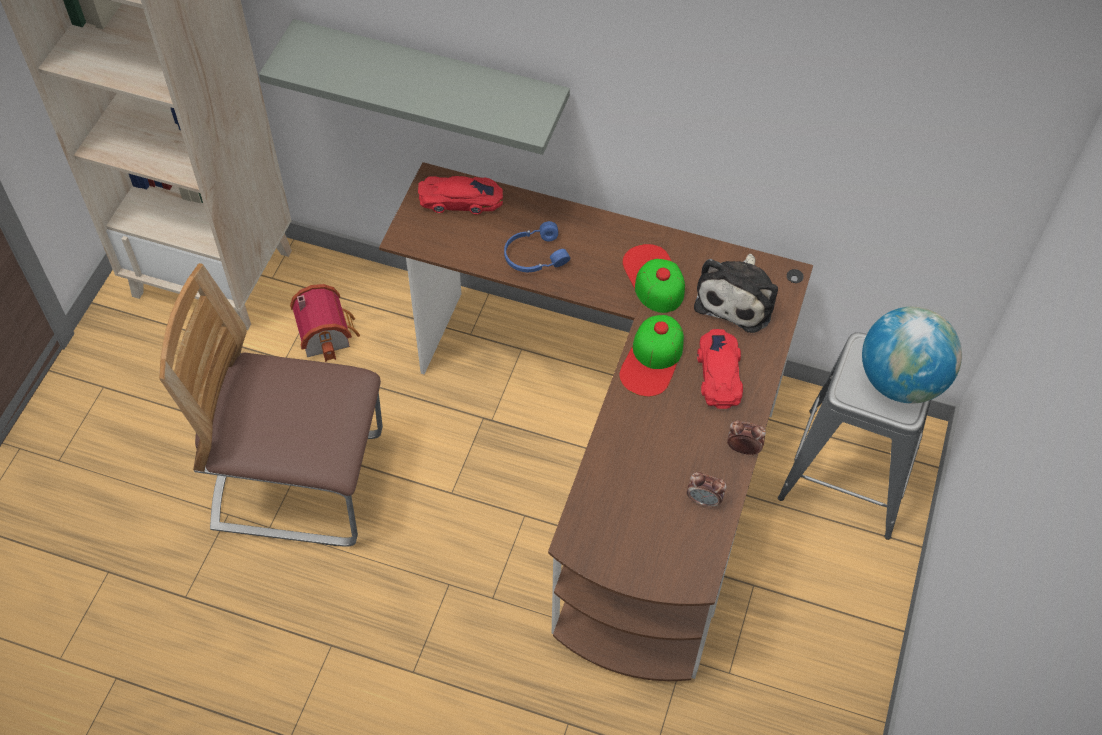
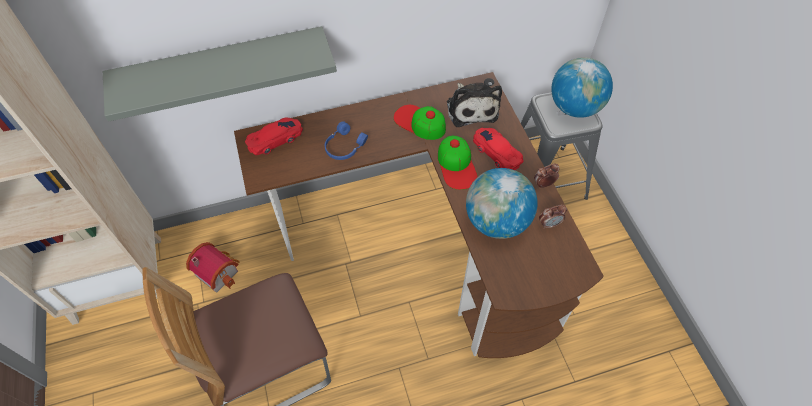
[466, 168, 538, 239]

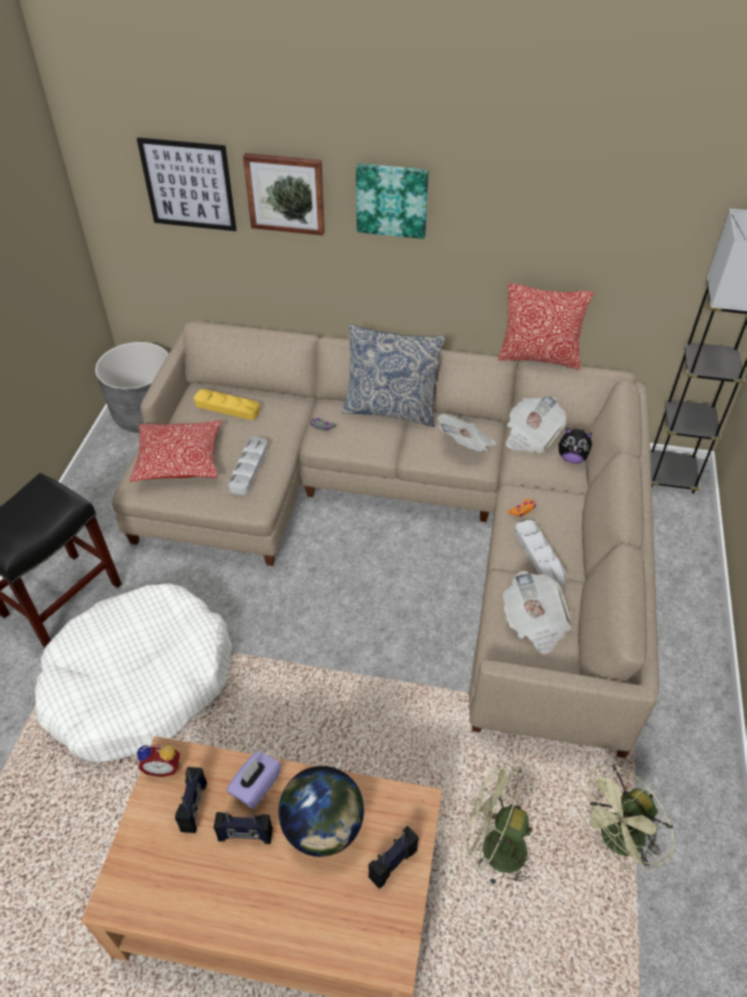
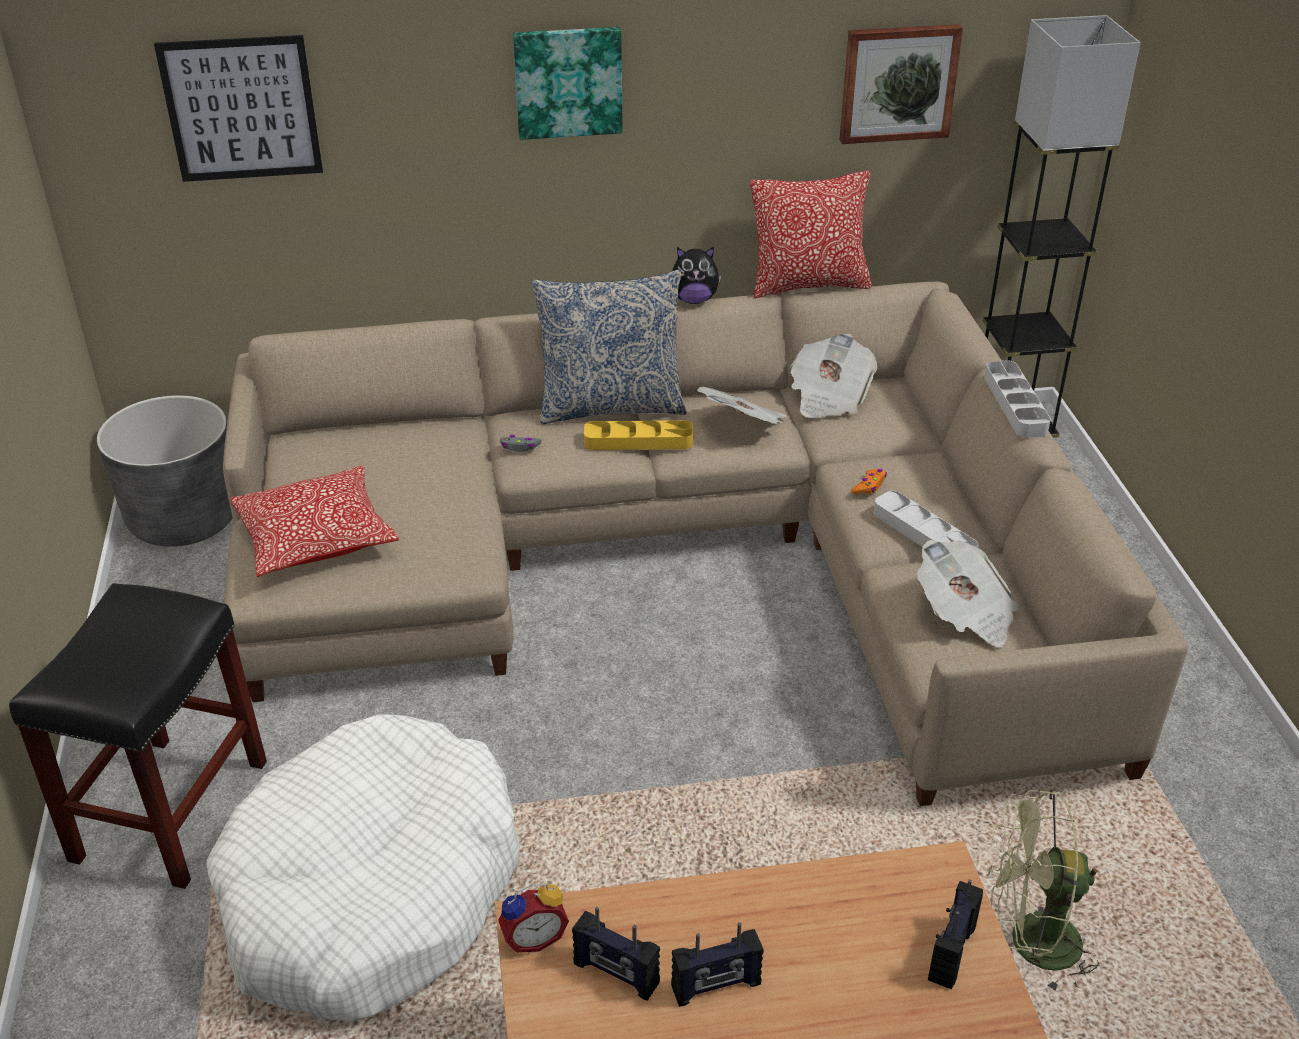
[572, 907, 660, 1001]
[584, 420, 693, 450]
[227, 751, 281, 809] (first image)
[984, 360, 1051, 438]
[839, 24, 963, 144]
[278, 766, 364, 857] (first image)
[672, 247, 722, 304]
[576, 764, 674, 873] (first image)

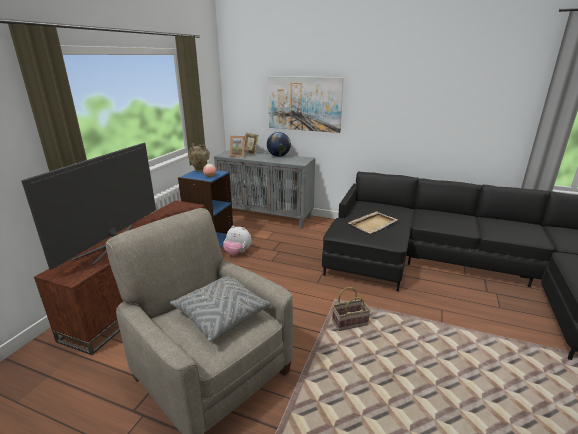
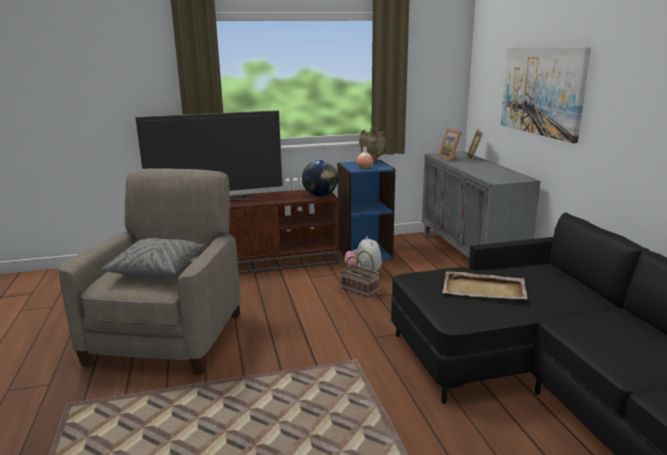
[302, 160, 338, 196]
[341, 250, 379, 297]

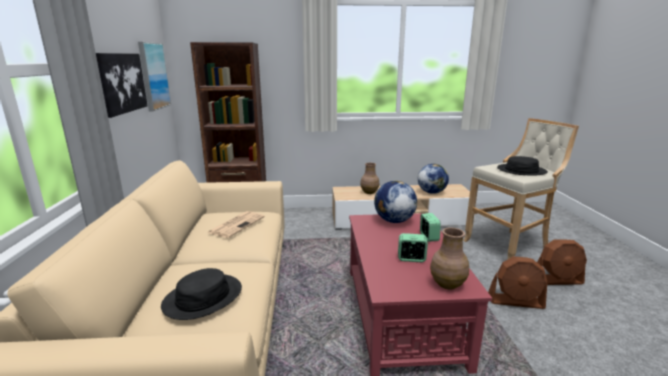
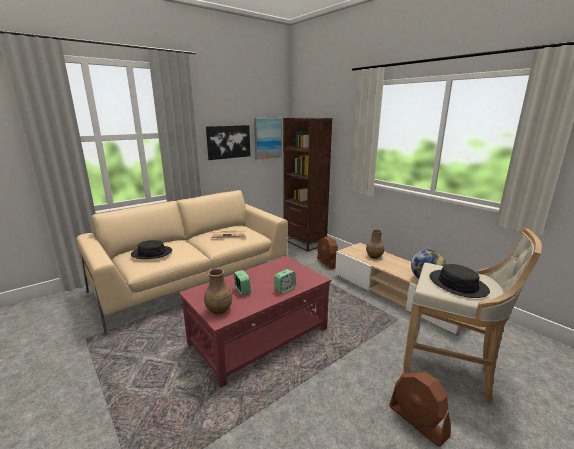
[374, 181, 417, 223] (first image)
[317, 237, 338, 269]

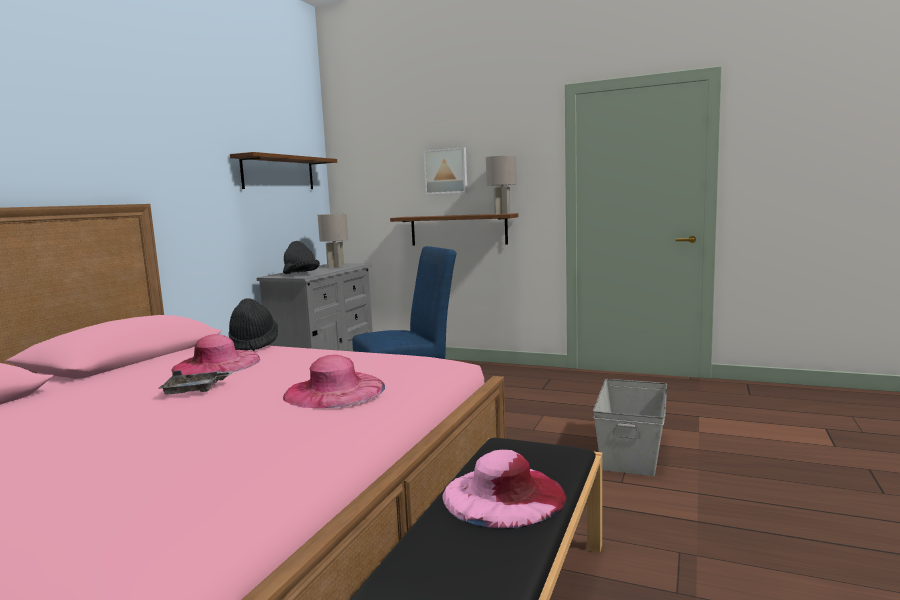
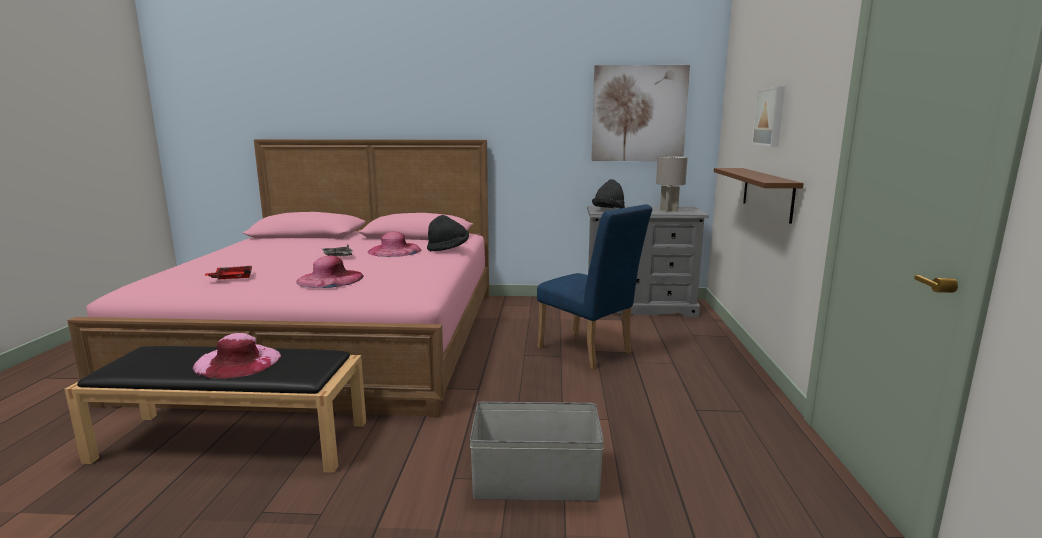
[591, 65, 690, 161]
[486, 155, 517, 214] (first image)
[205, 266, 252, 280]

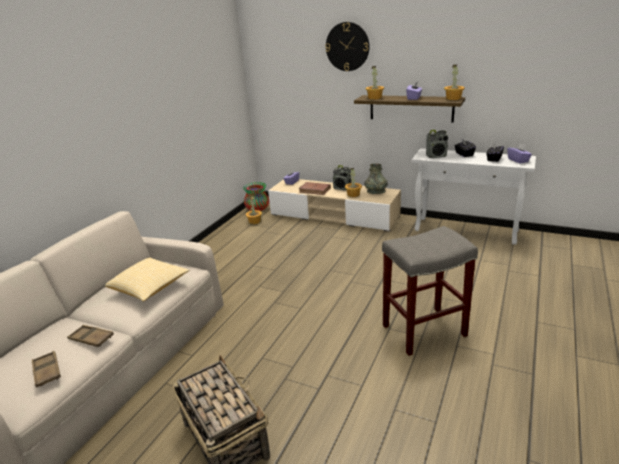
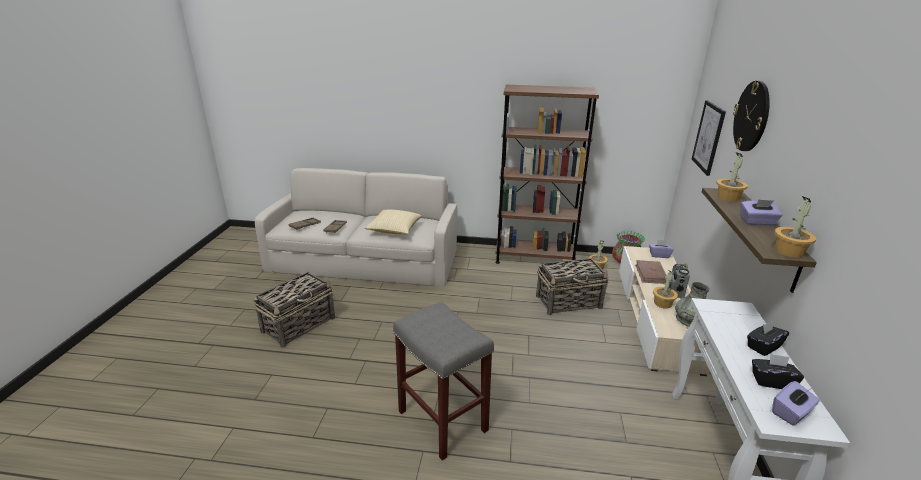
[426, 130, 448, 158] (first image)
[495, 85, 599, 264]
[536, 258, 609, 315]
[692, 100, 726, 176]

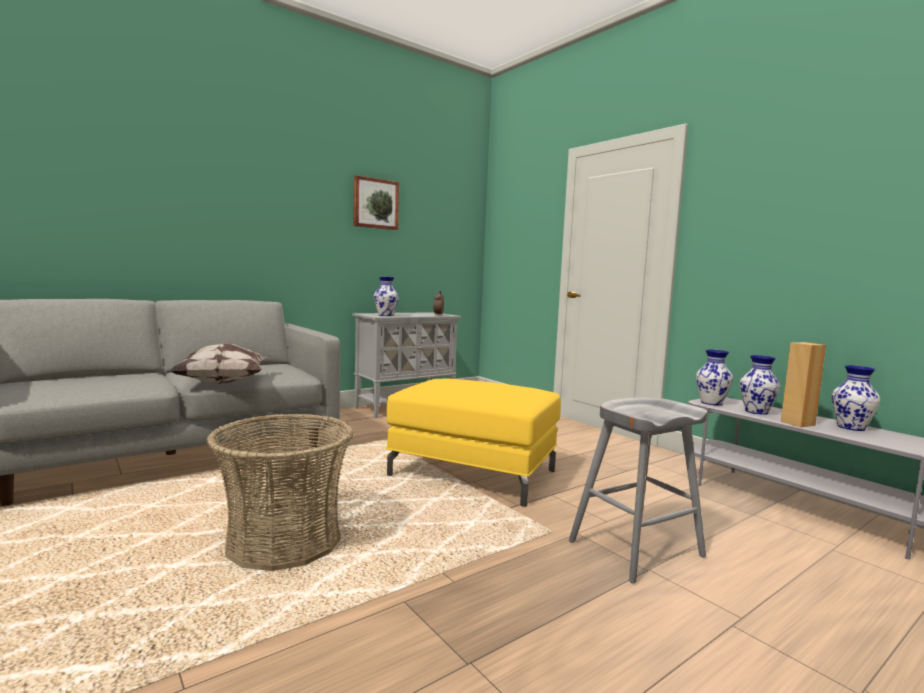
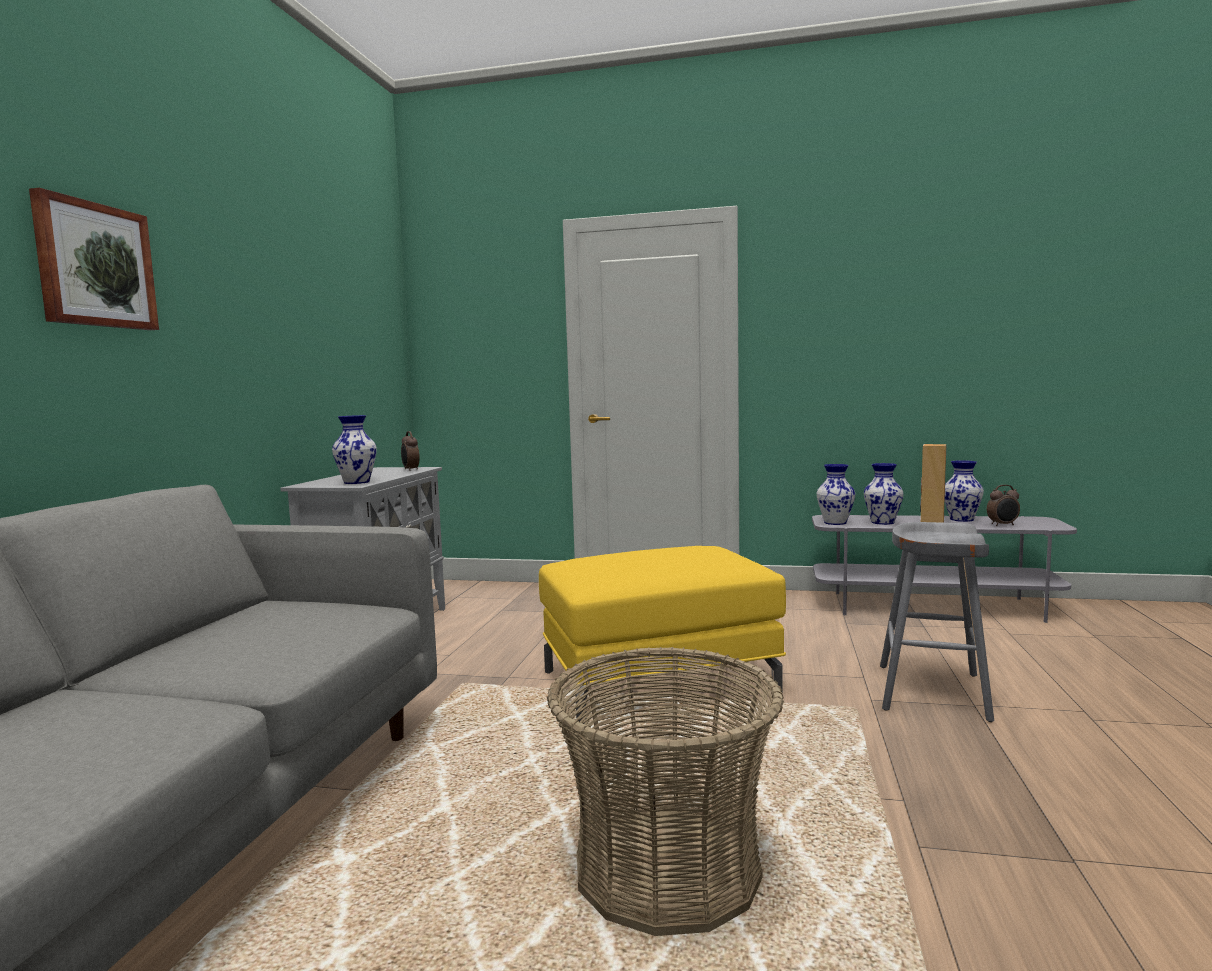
[170, 344, 271, 384] (first image)
[29, 188, 159, 330]
[987, 485, 1020, 526]

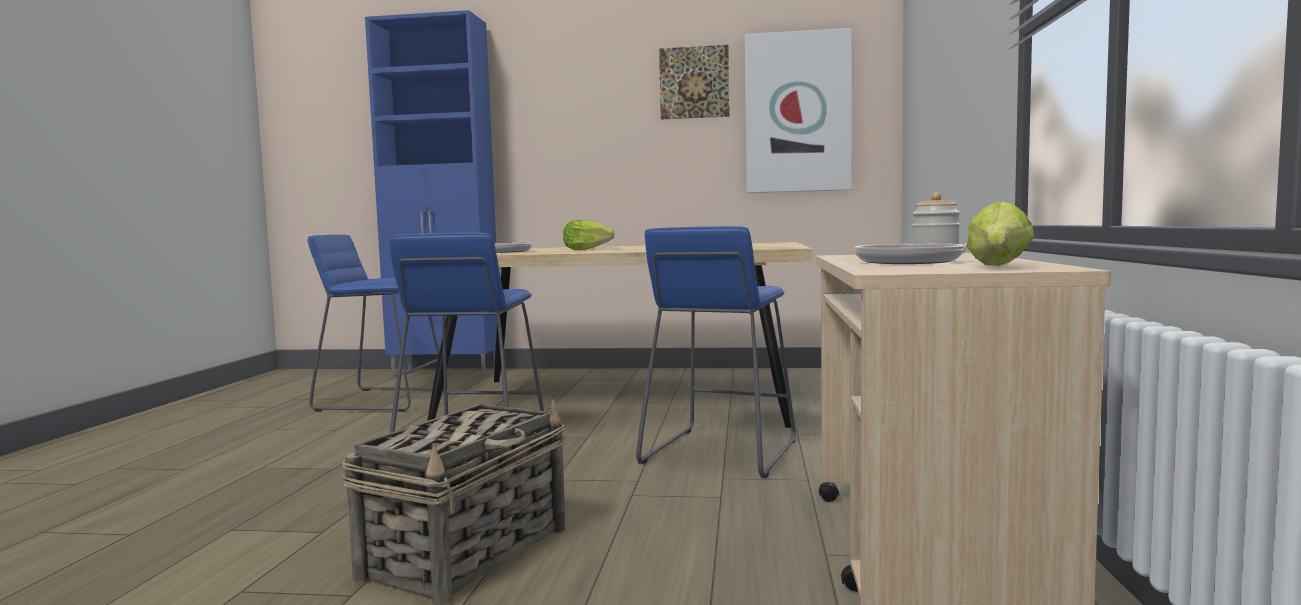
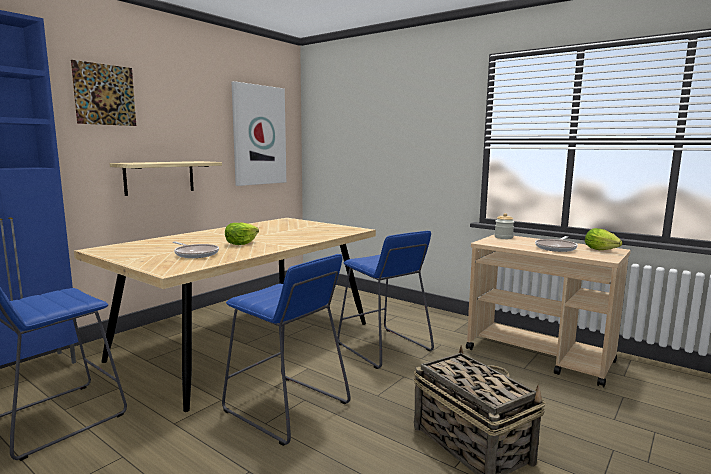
[71, 60, 136, 126]
[110, 161, 222, 196]

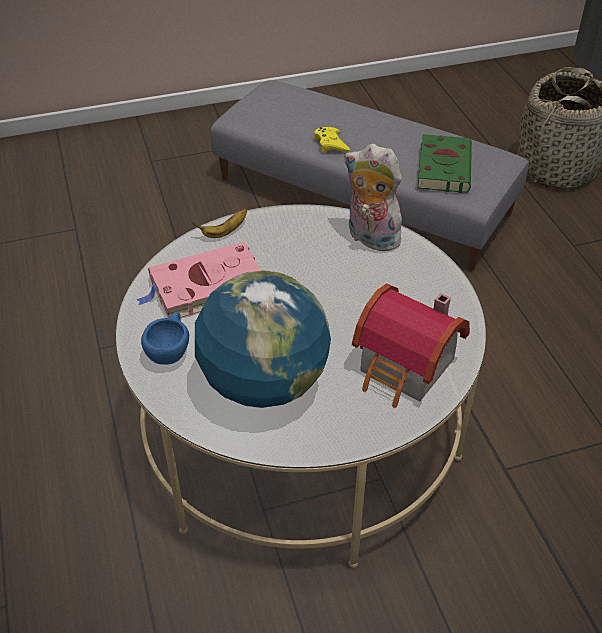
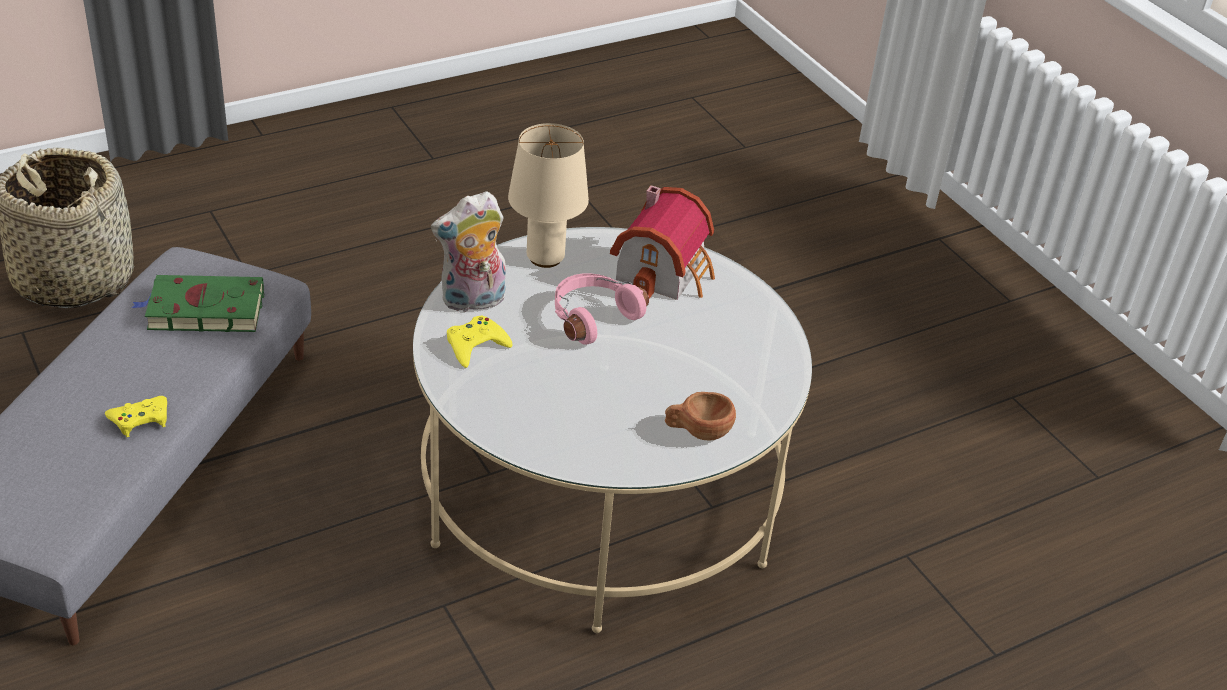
[136, 242, 261, 318] (first image)
[665, 392, 736, 440]
[193, 209, 247, 238] (first image)
[195, 270, 331, 408] (first image)
[431, 191, 506, 312]
[447, 316, 512, 368]
[508, 123, 589, 268]
[555, 273, 649, 345]

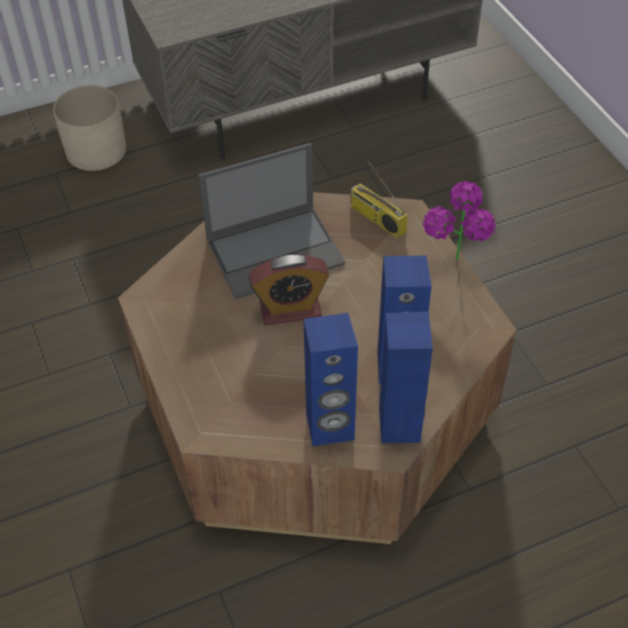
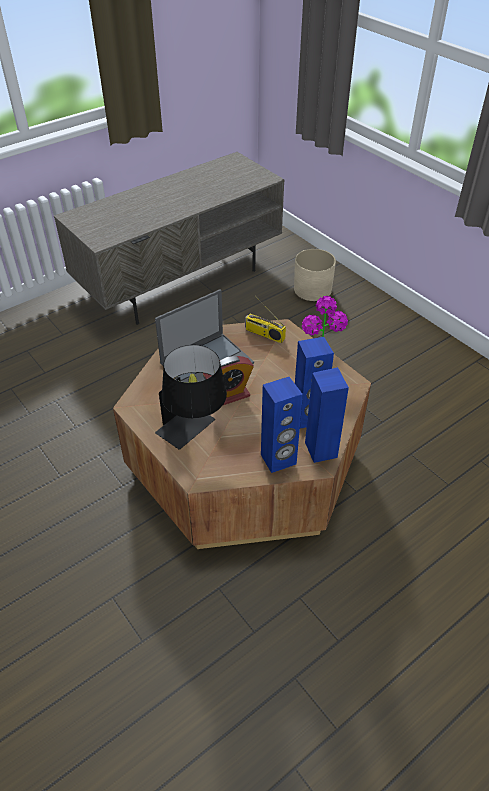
[294, 249, 336, 301]
[155, 345, 227, 450]

